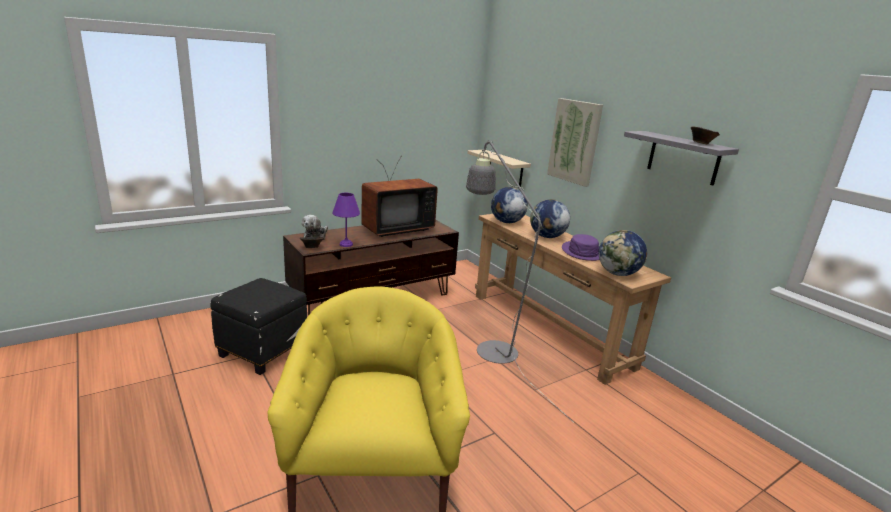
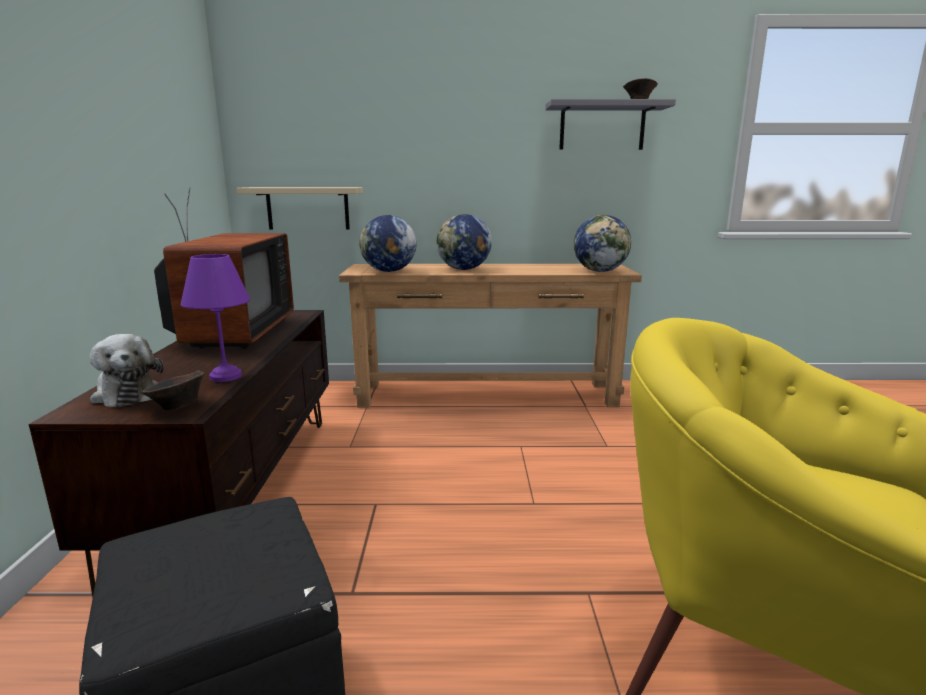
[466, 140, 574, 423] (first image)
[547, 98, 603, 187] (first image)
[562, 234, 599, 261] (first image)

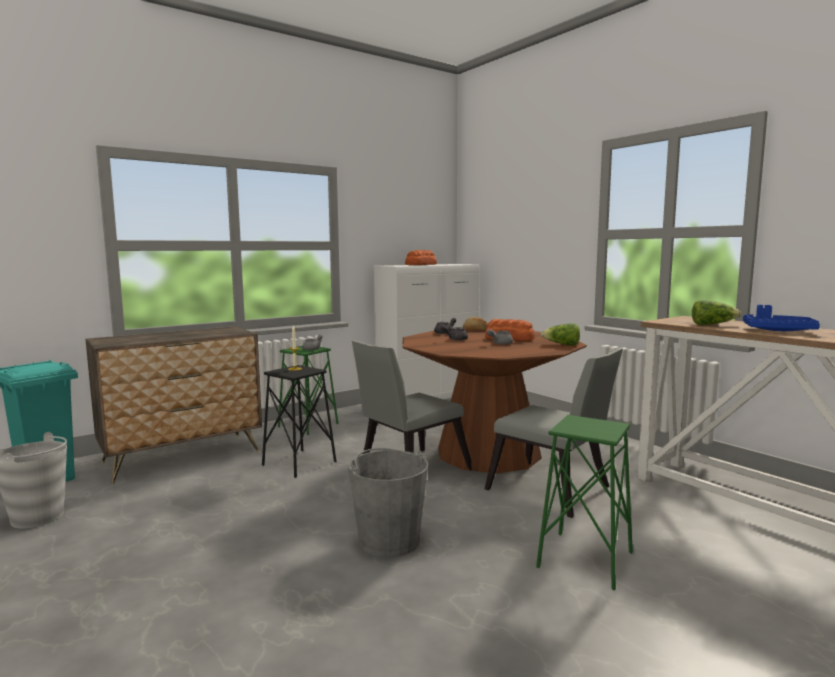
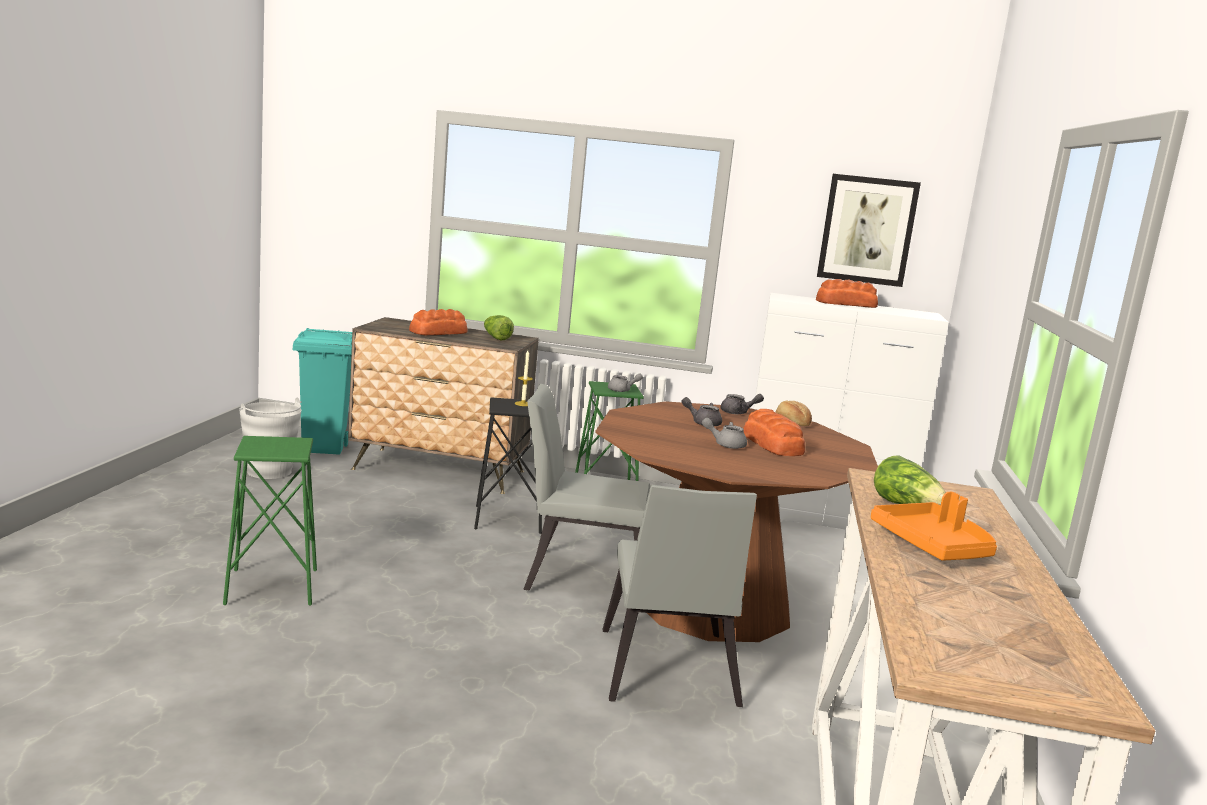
[348, 448, 429, 558] (first image)
[223, 436, 317, 605]
[484, 315, 514, 340]
[871, 492, 997, 561]
[409, 309, 468, 335]
[817, 174, 921, 287]

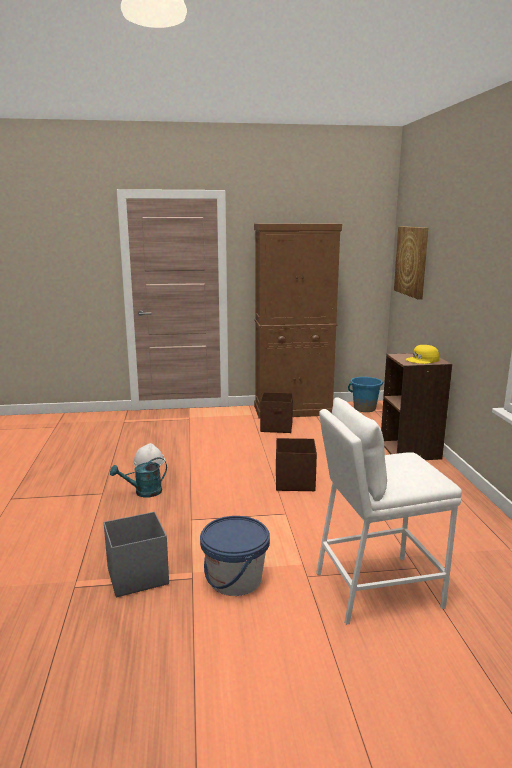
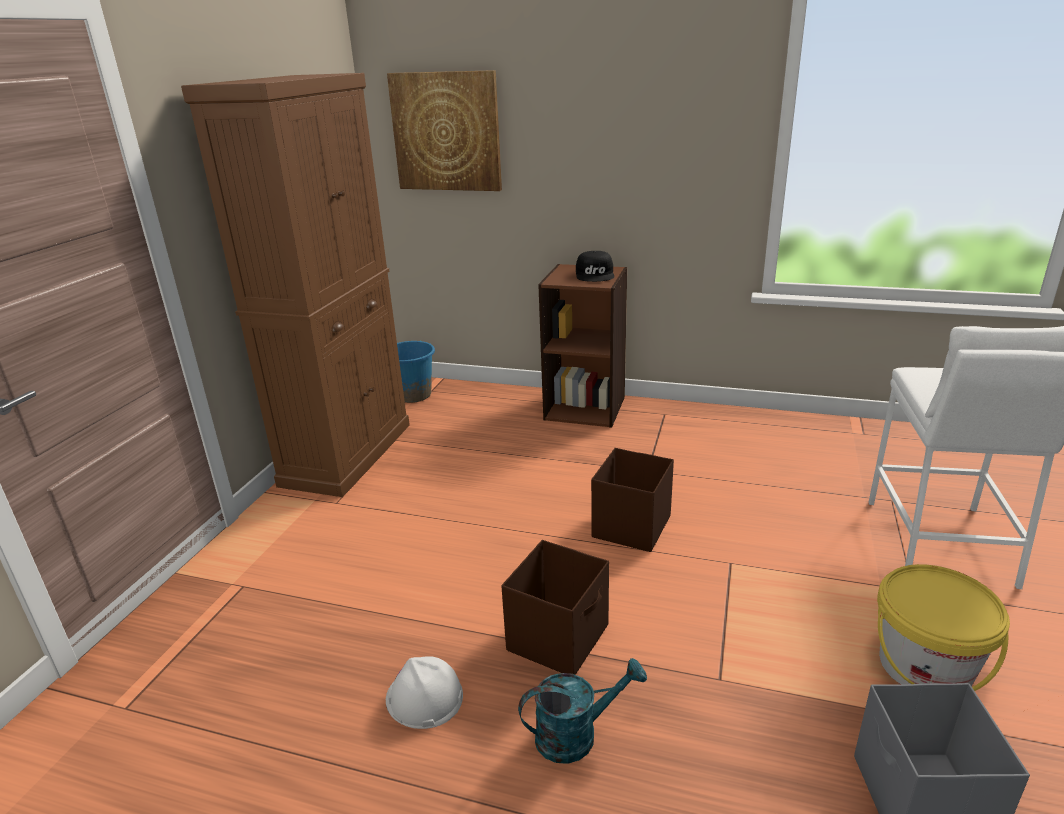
[518, 658, 647, 764]
[877, 564, 1010, 691]
[501, 540, 609, 675]
[576, 251, 615, 282]

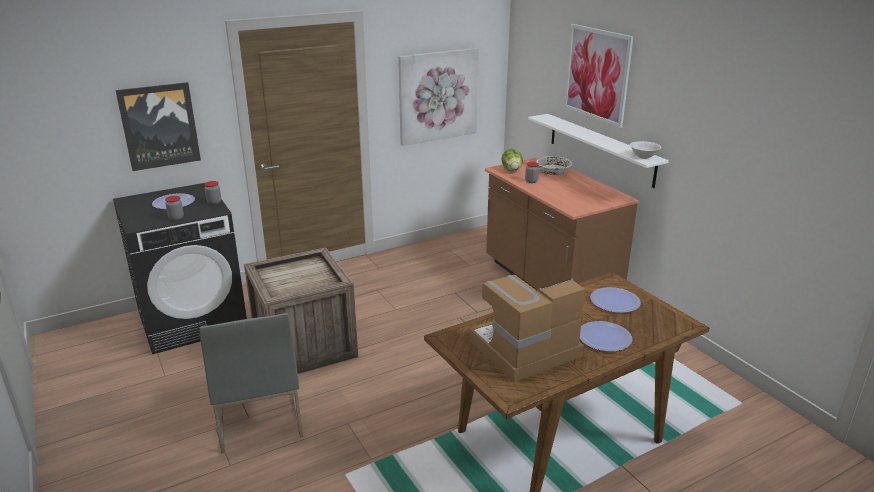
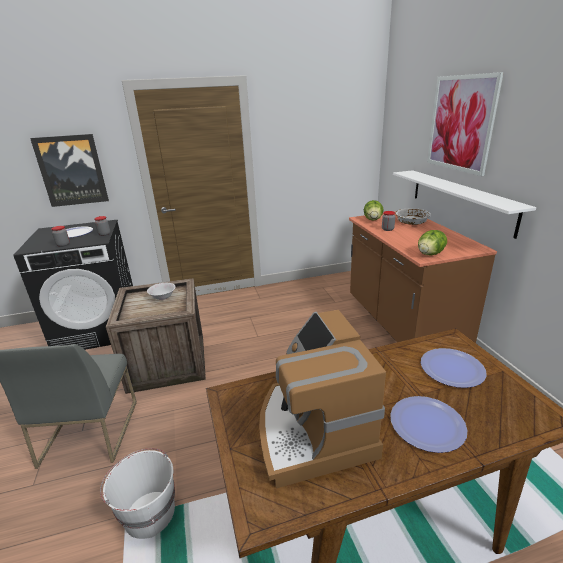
[398, 48, 479, 146] (first image)
[259, 310, 386, 489]
[147, 283, 175, 300]
[100, 448, 175, 539]
[418, 230, 447, 255]

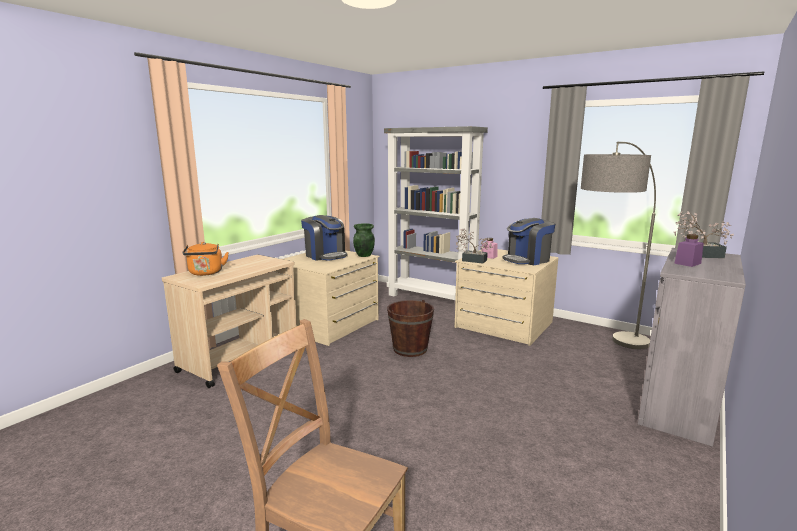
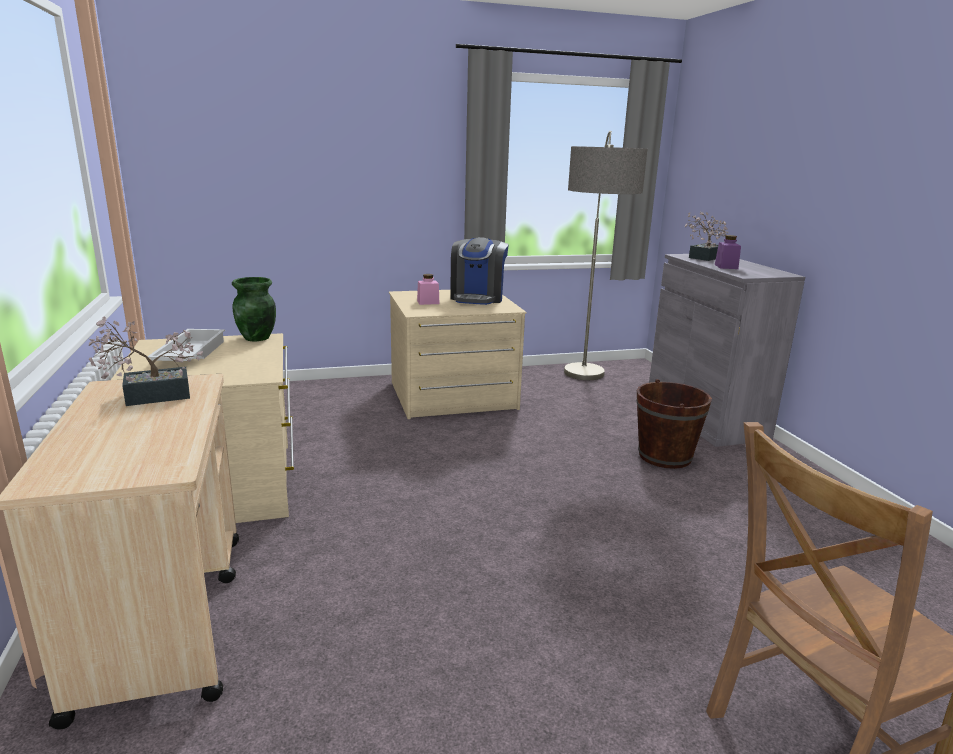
[182, 242, 229, 276] (first image)
[147, 329, 225, 361]
[384, 126, 488, 300] (first image)
[637, 379, 712, 469]
[89, 316, 203, 406]

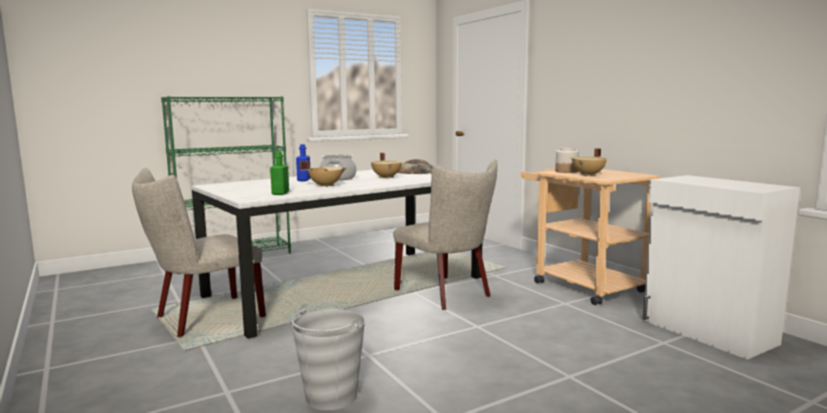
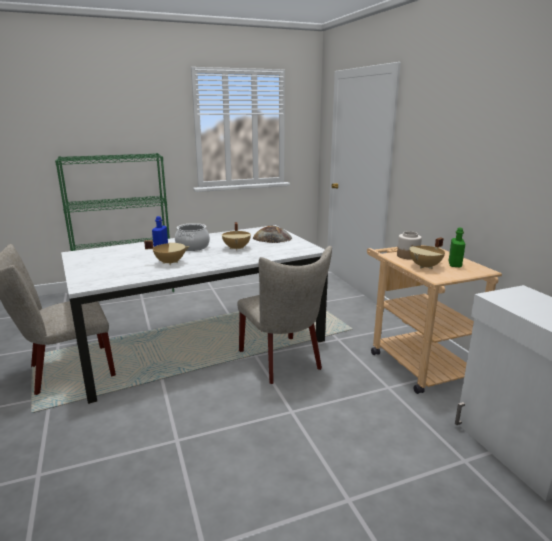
[448, 228, 465, 267]
[291, 304, 365, 410] (first image)

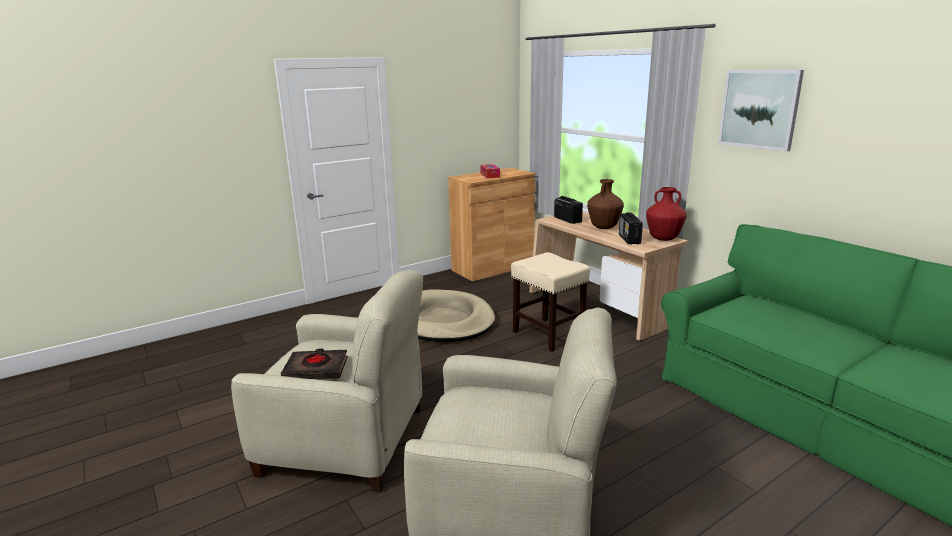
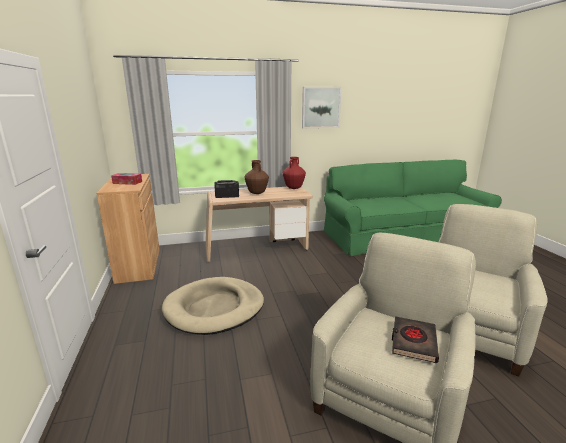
[511, 252, 590, 352] (first image)
[619, 212, 643, 245] (first image)

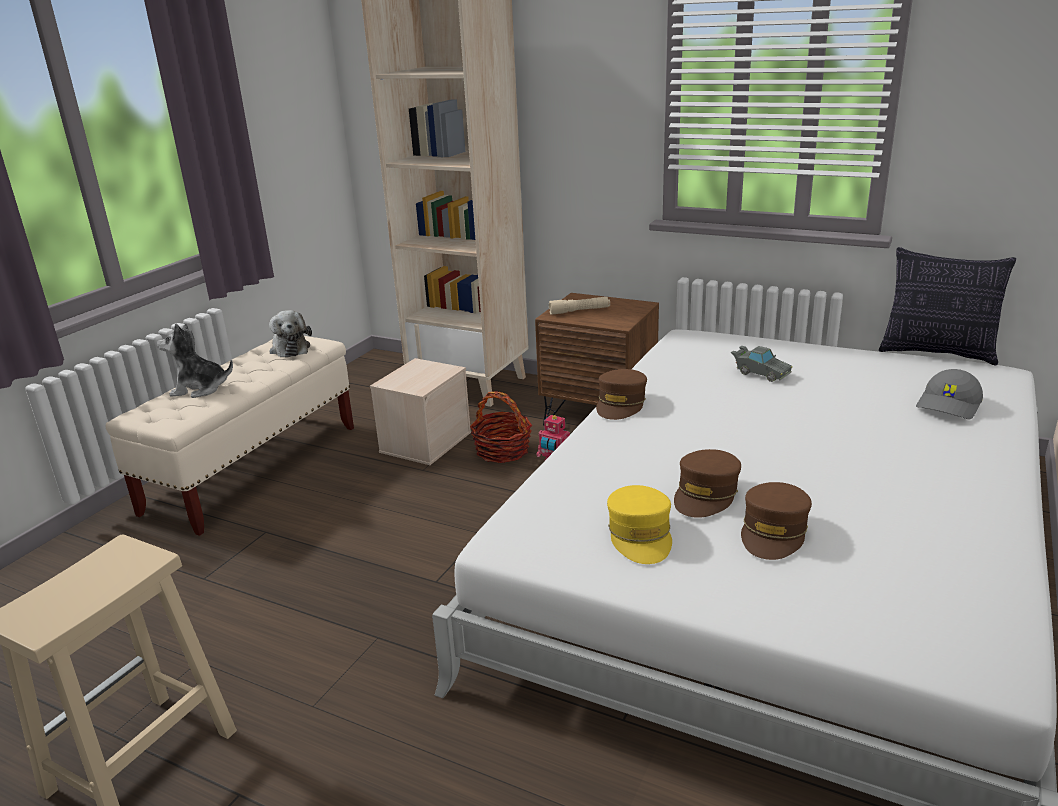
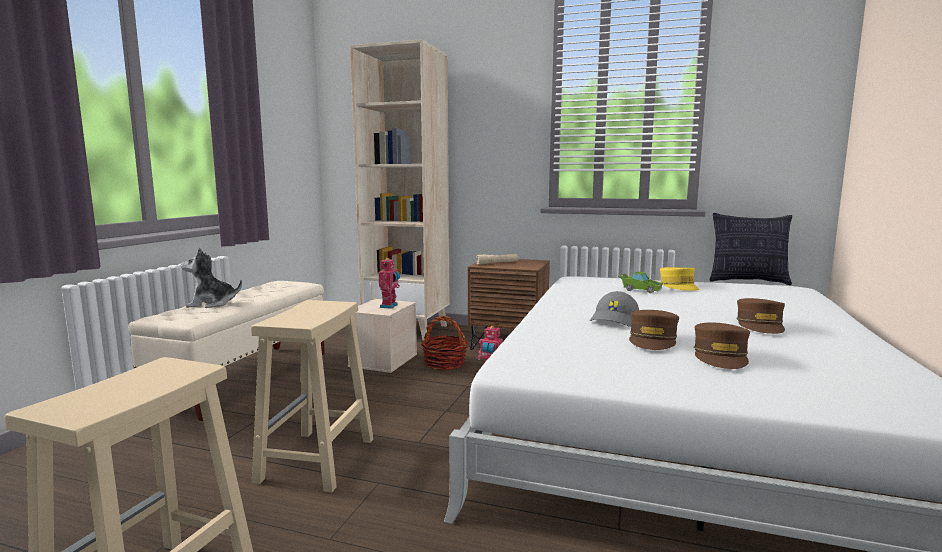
[269, 310, 312, 358] (first image)
[736, 298, 785, 334]
[660, 267, 699, 291]
[619, 272, 663, 293]
[590, 291, 639, 327]
[251, 300, 374, 493]
[379, 258, 400, 309]

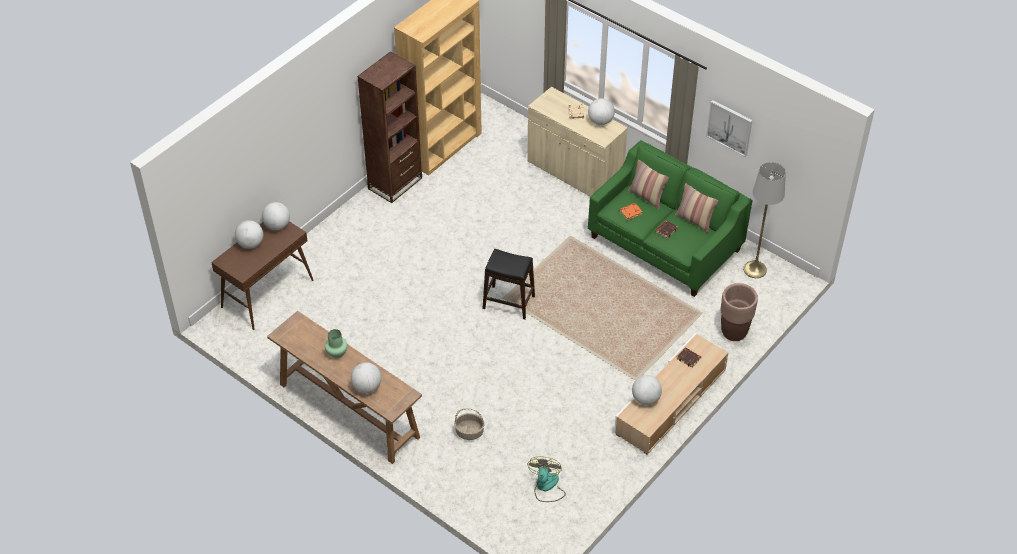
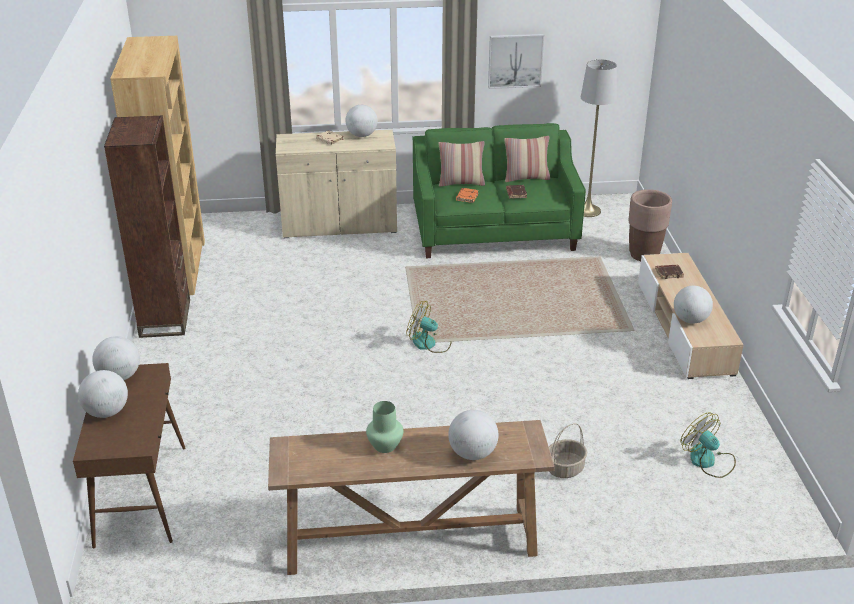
[406, 301, 452, 353]

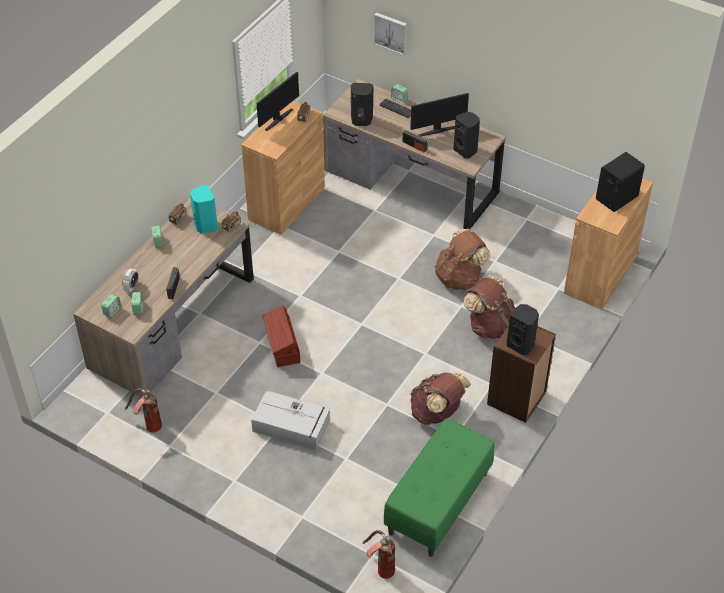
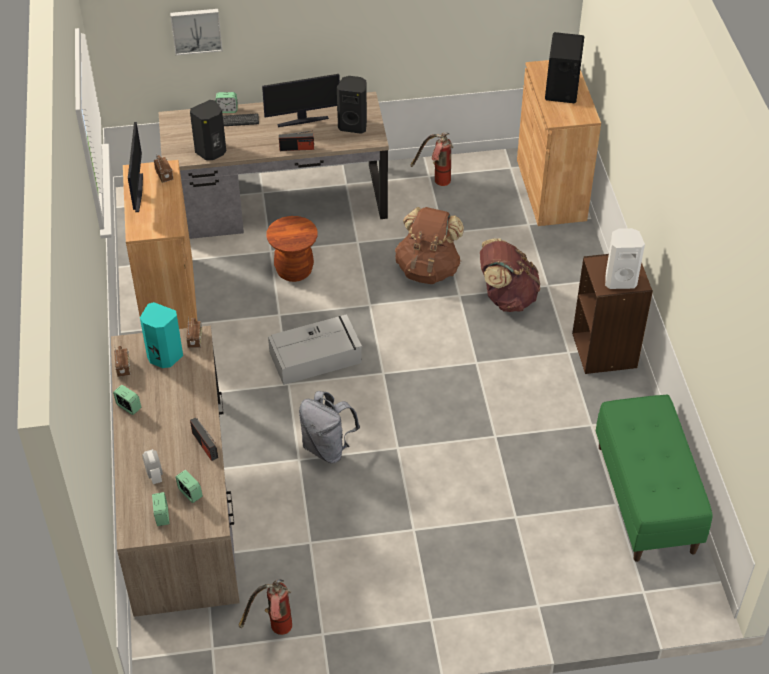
[268, 314, 362, 385]
[299, 391, 360, 463]
[410, 132, 454, 186]
[262, 74, 340, 127]
[410, 372, 471, 425] (first image)
[605, 228, 645, 289]
[267, 216, 318, 282]

